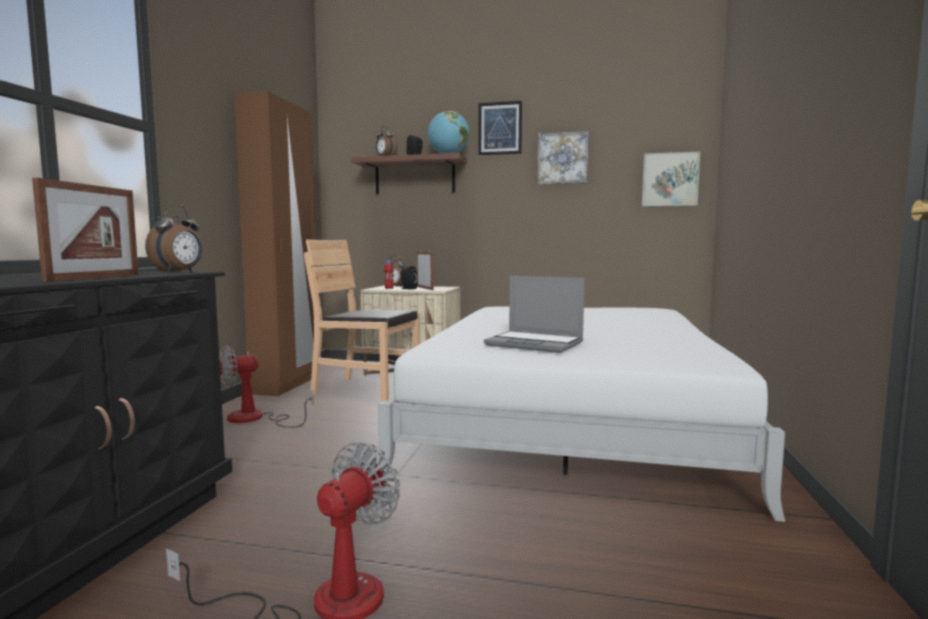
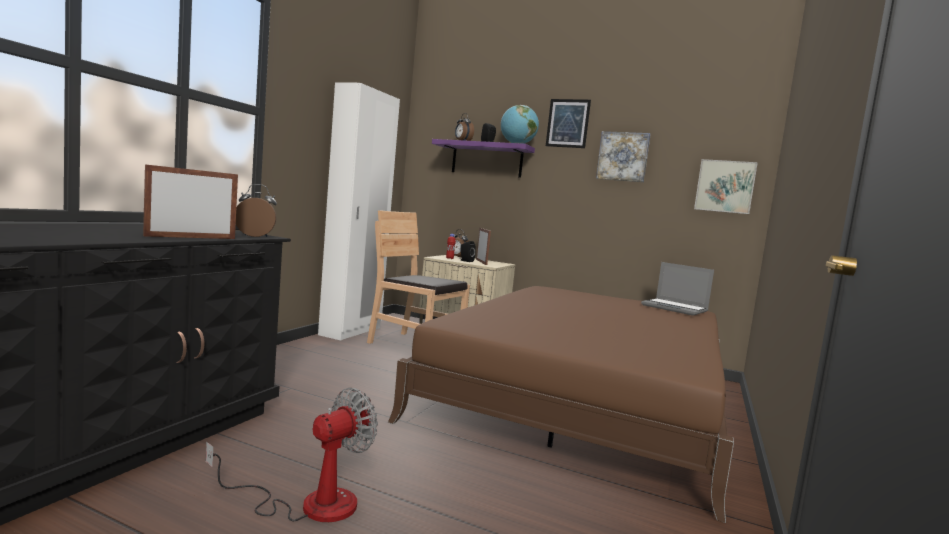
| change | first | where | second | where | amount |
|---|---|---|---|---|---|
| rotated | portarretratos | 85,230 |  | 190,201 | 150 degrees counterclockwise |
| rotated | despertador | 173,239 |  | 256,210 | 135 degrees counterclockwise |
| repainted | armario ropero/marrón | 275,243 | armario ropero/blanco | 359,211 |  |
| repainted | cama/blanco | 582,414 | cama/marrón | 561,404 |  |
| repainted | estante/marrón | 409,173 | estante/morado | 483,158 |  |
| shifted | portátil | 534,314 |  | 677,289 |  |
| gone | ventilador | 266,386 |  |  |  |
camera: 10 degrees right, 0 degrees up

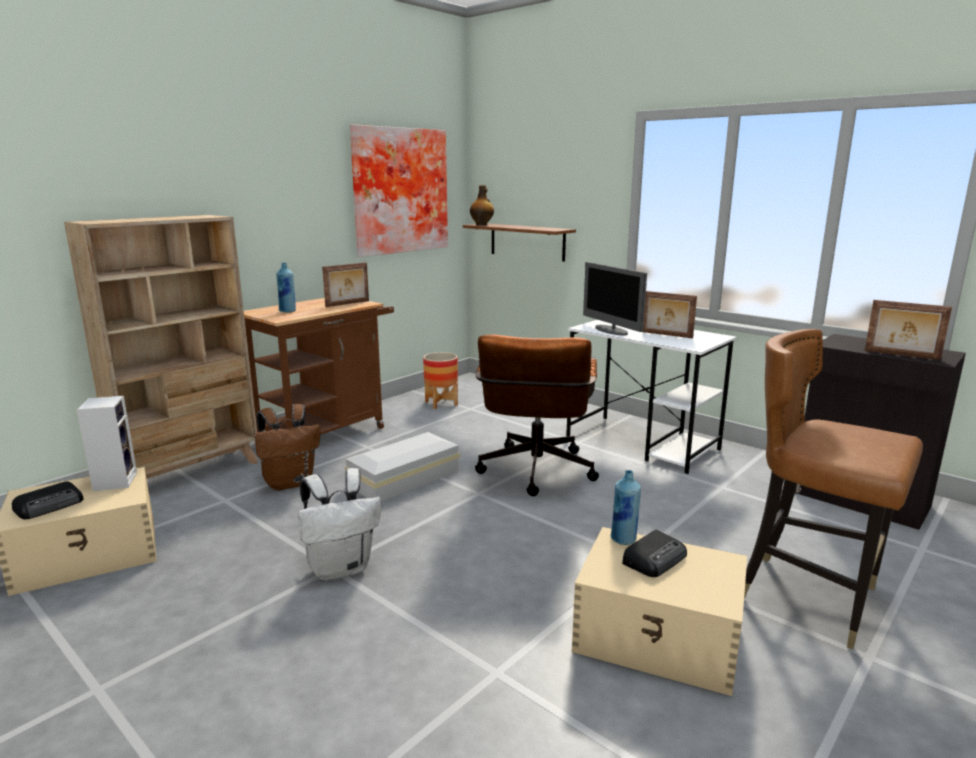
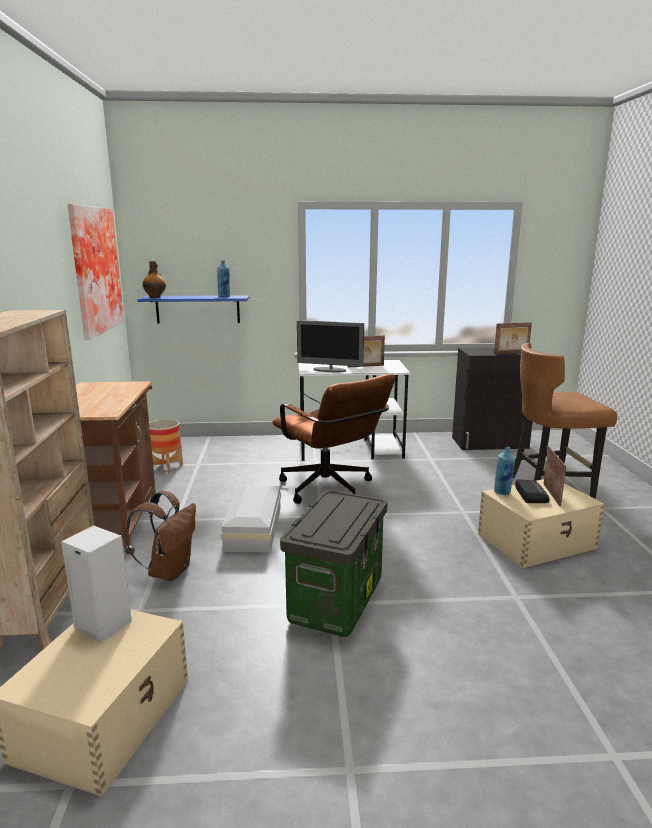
| change | first | where | second | where | amount |
|---|---|---|---|---|---|
| repainted | estante/marrón | 519,242 | estante/azul | 193,309 |  |
| shifted | botella/azul | 286,288 |  | 223,279 |  |
| swapped | mochila/blanco | 339,524 | caja de almacenaje | 334,563 |  |
| shifted | portarretratos | 345,284 |  | 555,476 |  |
| gone | radio | 48,500 |  |  |  |
camera: 45 degrees left, 0 degrees up

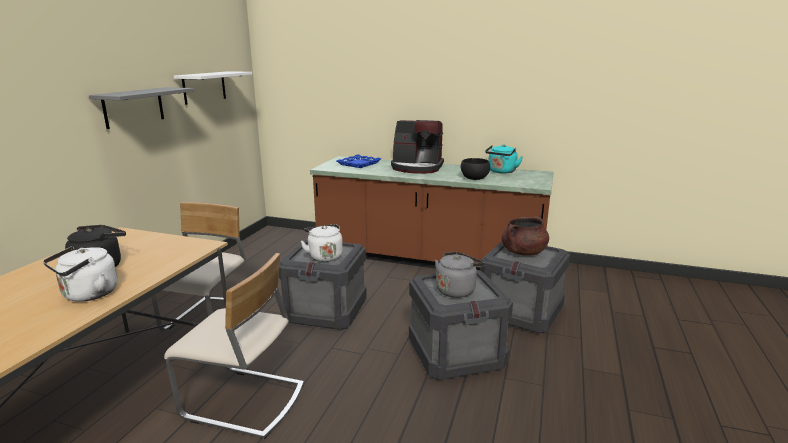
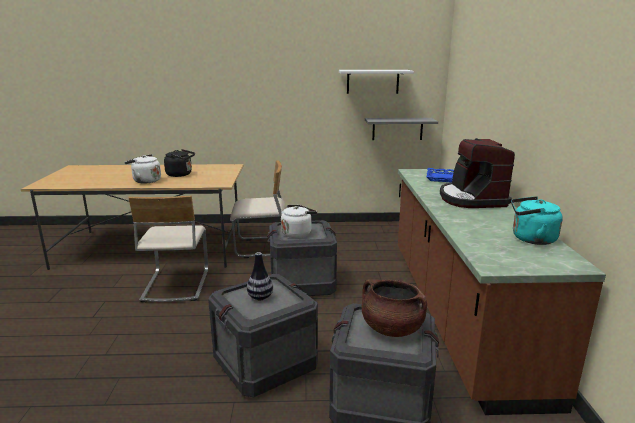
| change | first | where | second | where | amount |
|---|---|---|---|---|---|
| swapped | hervidor/gris | 460,275 | florero | 260,276 |  |
| shifted | estante/gris | 142,108 |  | 401,129 |  |
| gone | cuenco/negro | 475,169 |  |  |  |
camera: 70 degrees right, 0 degrees up

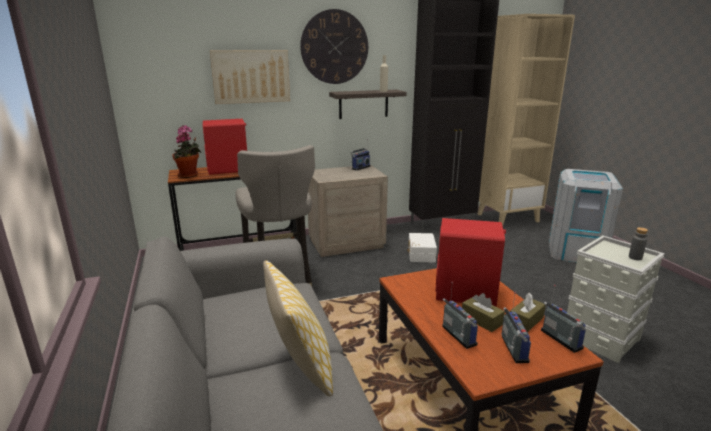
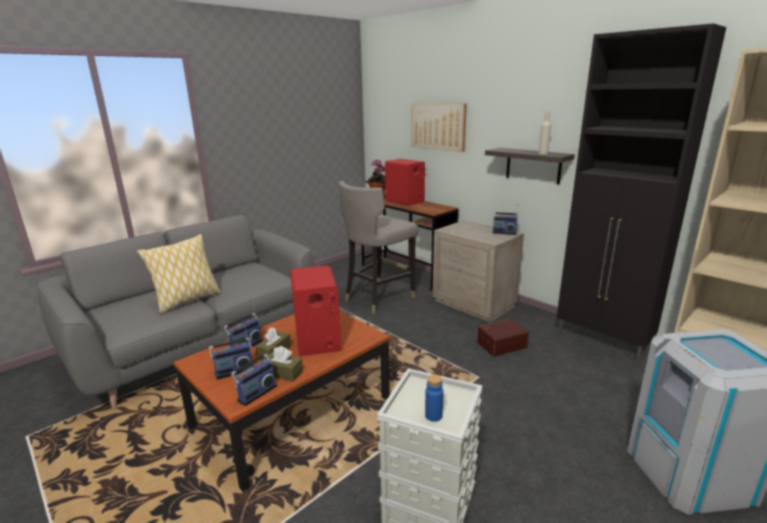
| change | first | where | second | where | amount |
|---|---|---|---|---|---|
| repainted | botella/gris | 638,243 | botella/azul | 434,398 |  |
| repainted | caja de almacenaje/blanco | 422,248 | caja de almacenaje/marrón | 503,338 |  |
| gone | reloj de pared | 334,46 |  |  |  |
camera: 65 degrees right, 0 degrees up

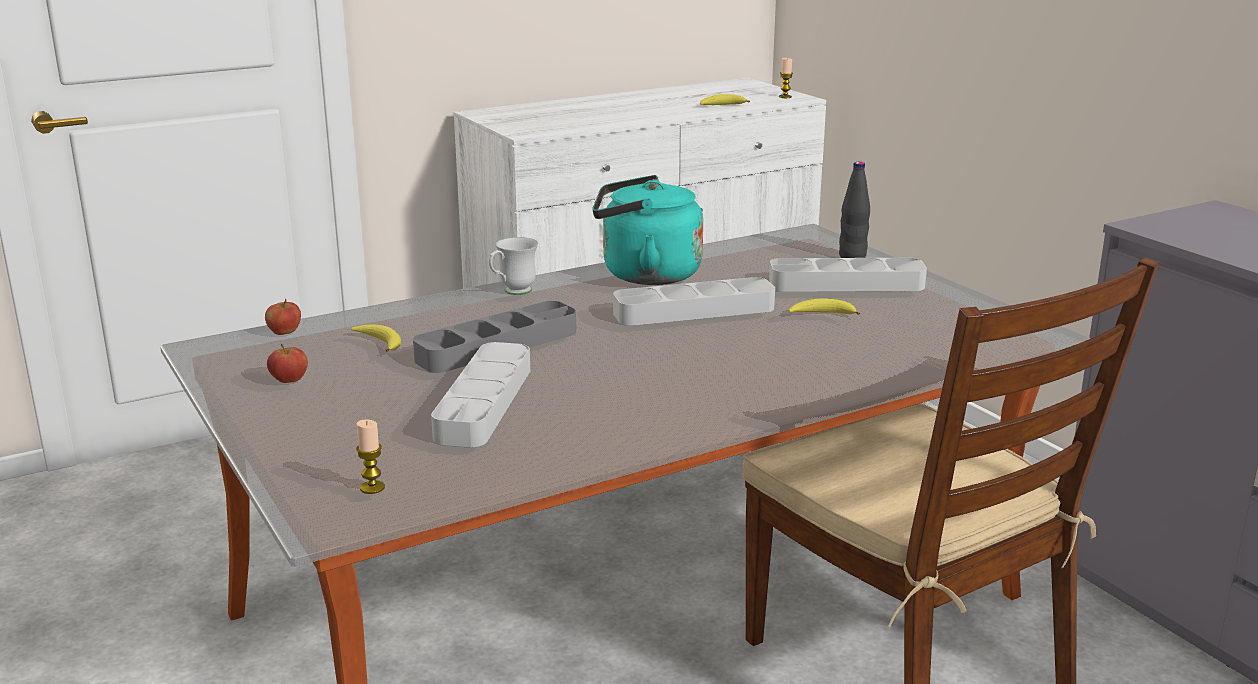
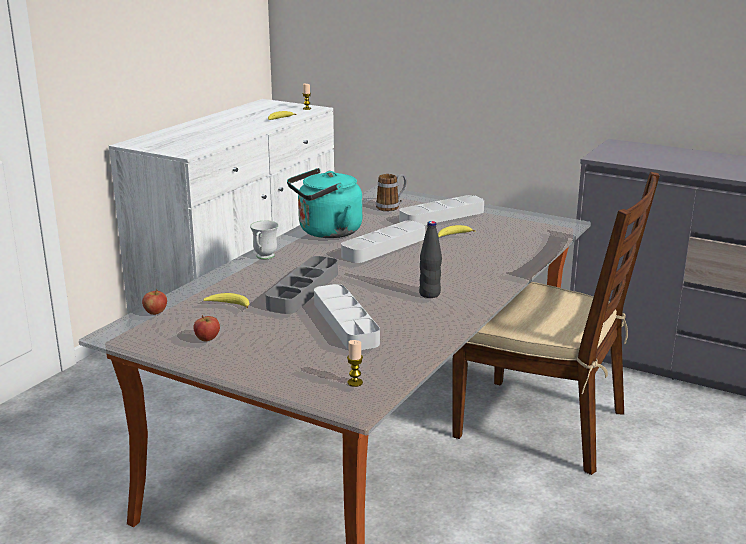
| change | first | where | second | where | amount |
|---|---|---|---|---|---|
| new |  |  | taza grande | 391,192 |  |
| shifted | botella/negro | 854,210 |  | 430,259 |  |
camera: 30 degrees left, 0 degrees up

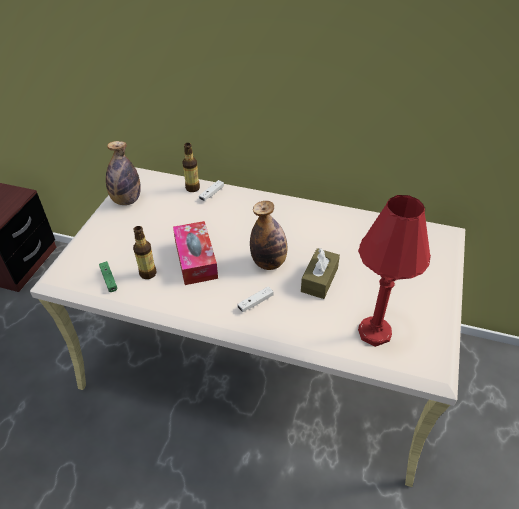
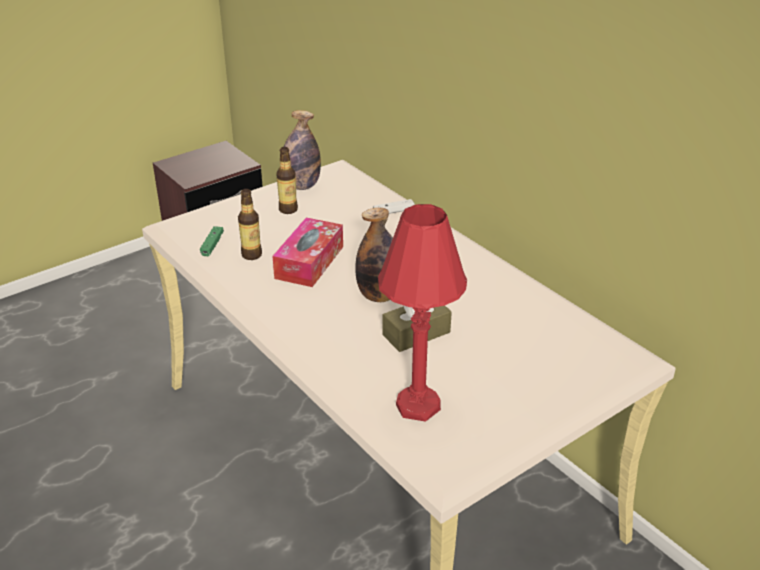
| change | first | where | second | where | amount |
|---|---|---|---|---|---|
| shifted | botella | 191,167 |  | 287,180 |  |
| gone | mando de consola/blanco | 255,299 |  |  |  |
camera: 35 degrees right, 10 degrees down

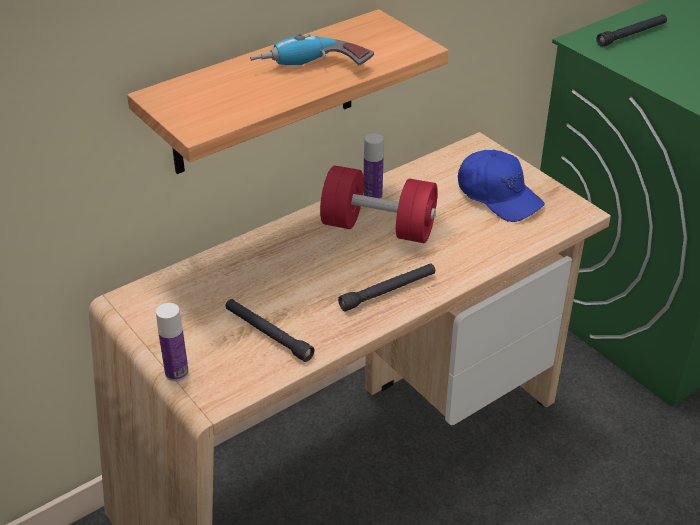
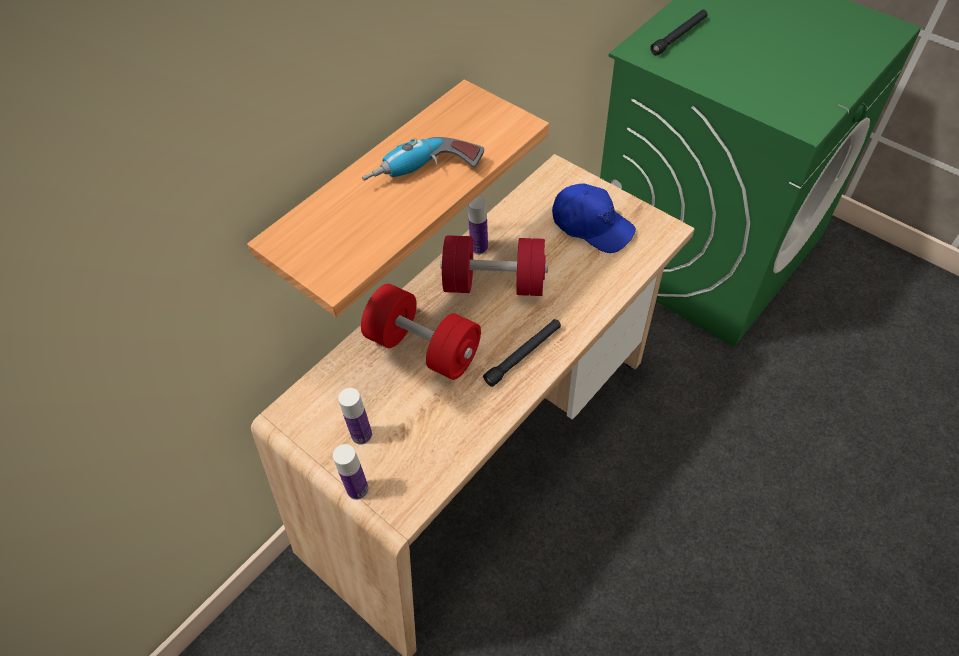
| change | first | where | second | where | amount |
|---|---|---|---|---|---|
| new |  |  | botella | 355,416 |  |
| new |  |  | mancuerna/rojo | 421,332 |  |
| gone | linterna/negro | 270,330 |  |  |  |
camera: 10 degrees left, 15 degrees up

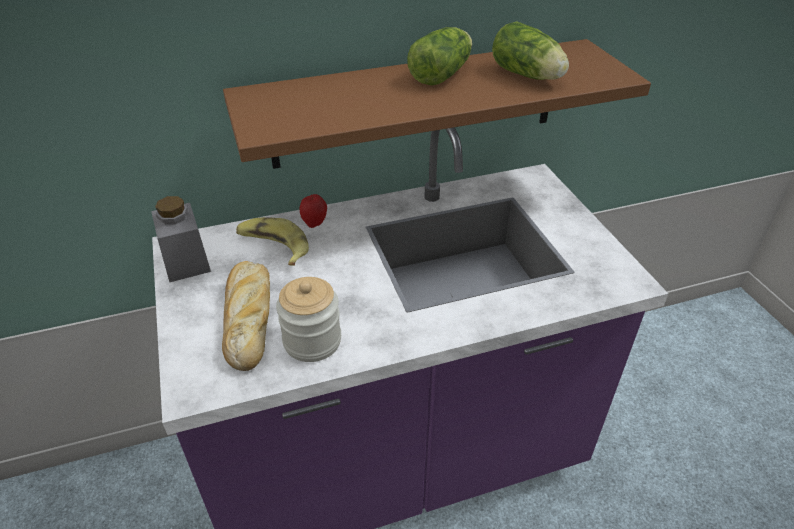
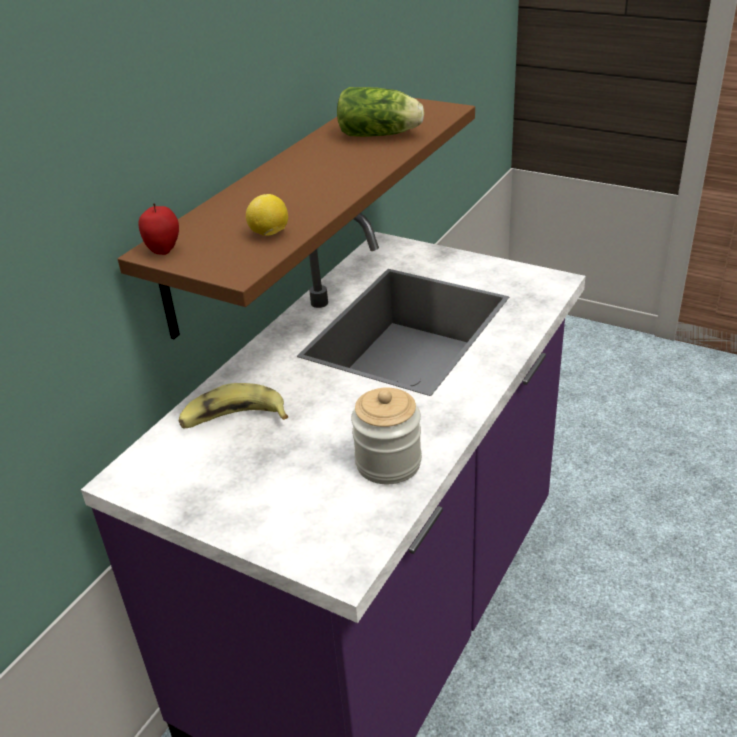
| change | first | where | second | where | amount |
|---|---|---|---|---|---|
| shifted | manzana | 313,211 |  | 158,229 |  |
| new |  |  | limón | 267,215 |  |
| gone | tarro/gris | 181,239 |  |  |  |
| gone | pan | 246,316 |  |  |  |
| gone | lechuga | 439,56 |  |  |  |
camera: 40 degrees left, 5 degrees down

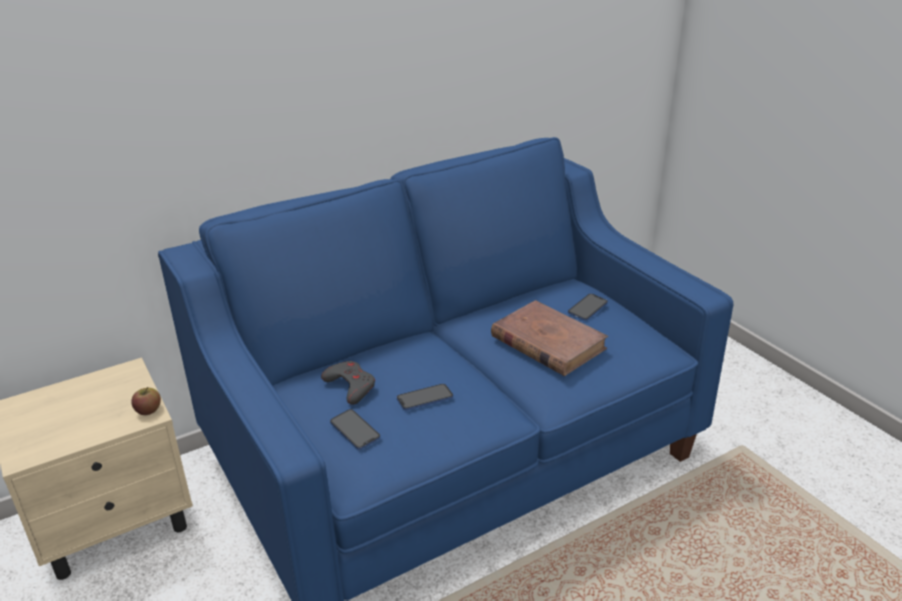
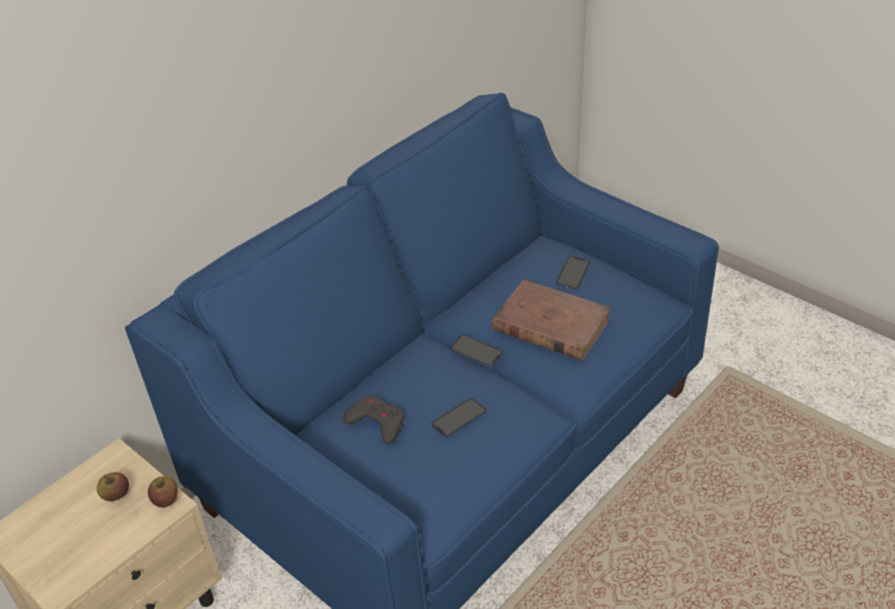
| change | first | where | second | where | amount |
|---|---|---|---|---|---|
| new |  |  | manzana | 112,486 |  |
| shifted | móvil | 355,429 |  | 476,351 |  |
camera: 15 degrees left, 10 degrees up

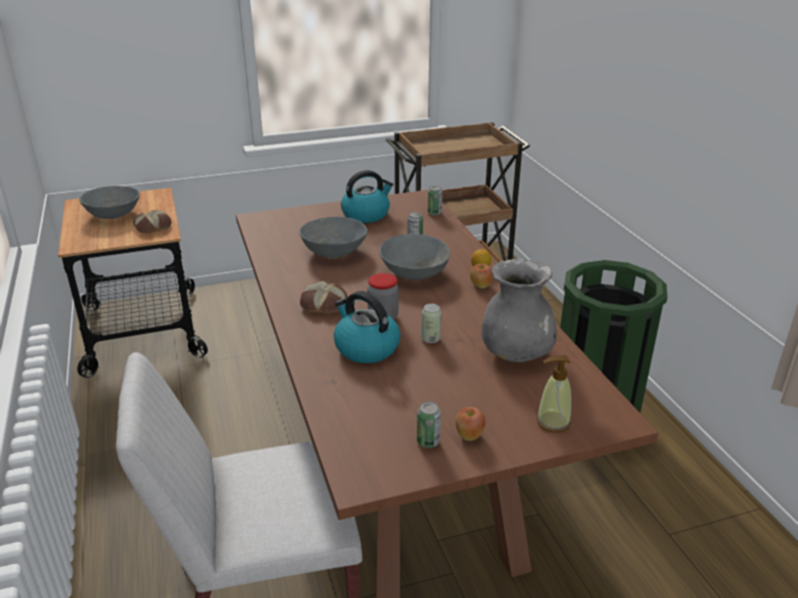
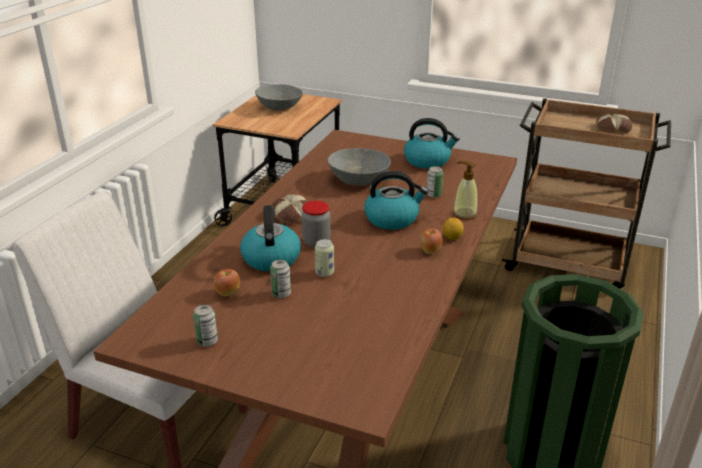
| change | first | where | second | where | amount |
|---|---|---|---|---|---|
| shifted | manzana | 470,424 |  | 227,282 |  |
| shifted | lata | 435,200 |  | 280,279 |  |
| swapped | cuenco/gris | 414,257 | hervidor | 396,200 |  |
| shifted | dispensador de jabón | 554,394 |  | 465,190 |  |
| shifted | pan | 152,221 |  | 614,123 |  |
| gone | florero/gris | 519,310 |  |  |  |
camera: 40 degrees right, 0 degrees up

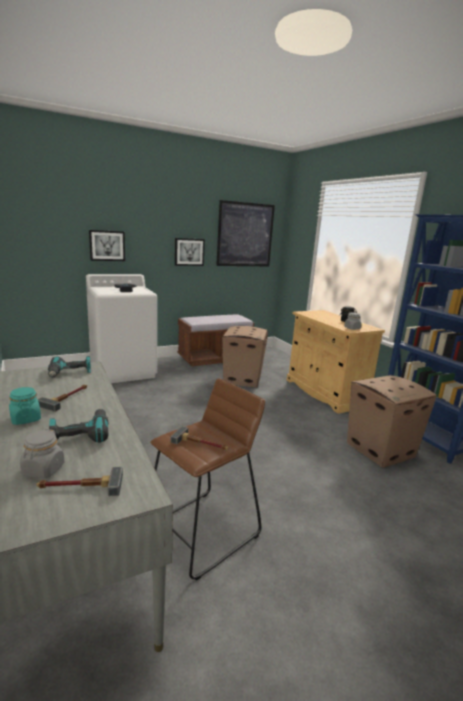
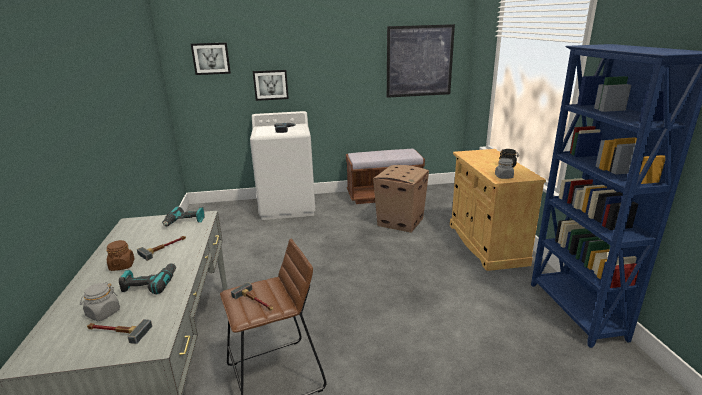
| change | first | where | second | where | amount |
|---|---|---|---|---|---|
| repainted | tarro/turquesa | 25,406 | tarro/marrón | 120,255 |  |
| shifted | cuadro | 190,252 |  | 211,58 |  |
| gone | caja de cartón | 392,421 |  |  |  |
camera: 20 degrees right, 5 degrees up

